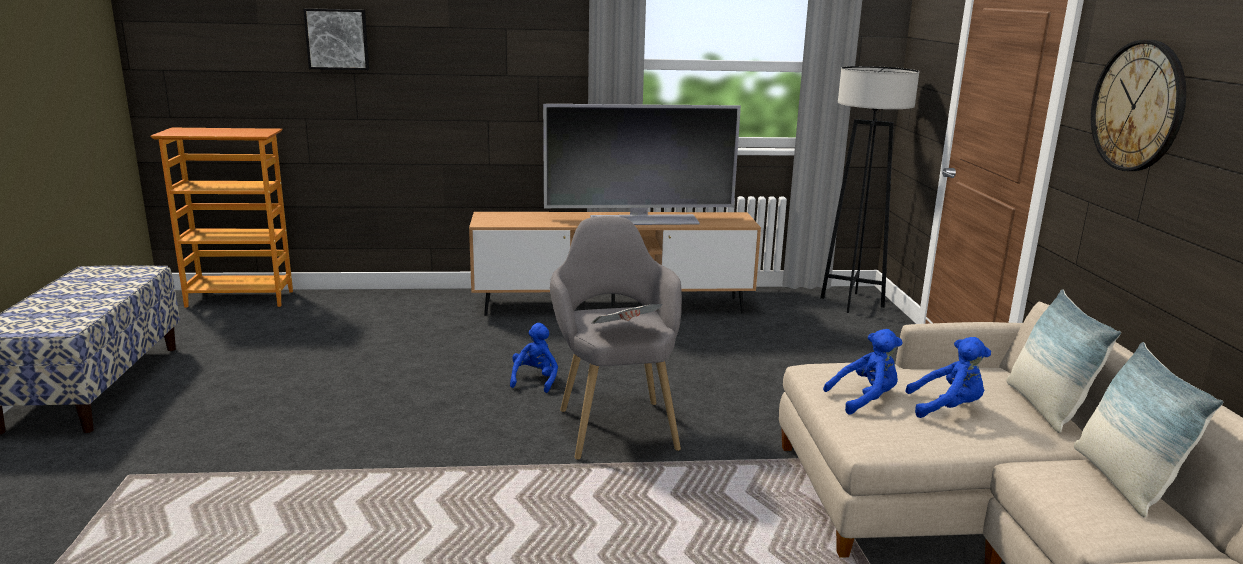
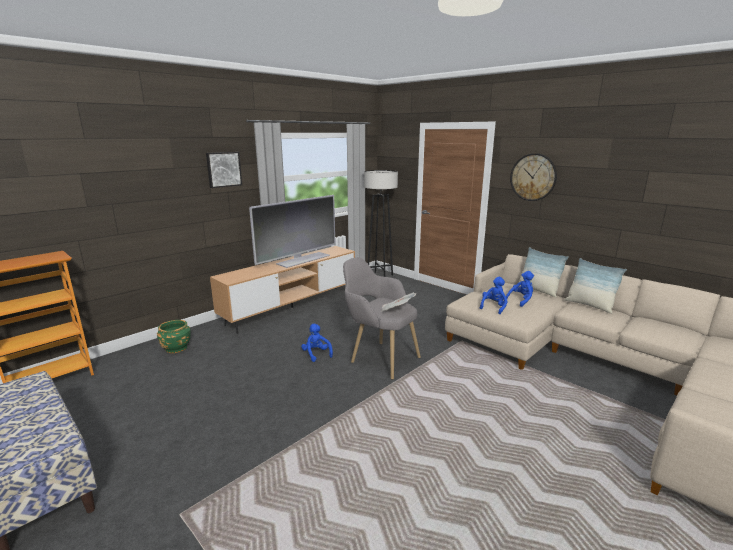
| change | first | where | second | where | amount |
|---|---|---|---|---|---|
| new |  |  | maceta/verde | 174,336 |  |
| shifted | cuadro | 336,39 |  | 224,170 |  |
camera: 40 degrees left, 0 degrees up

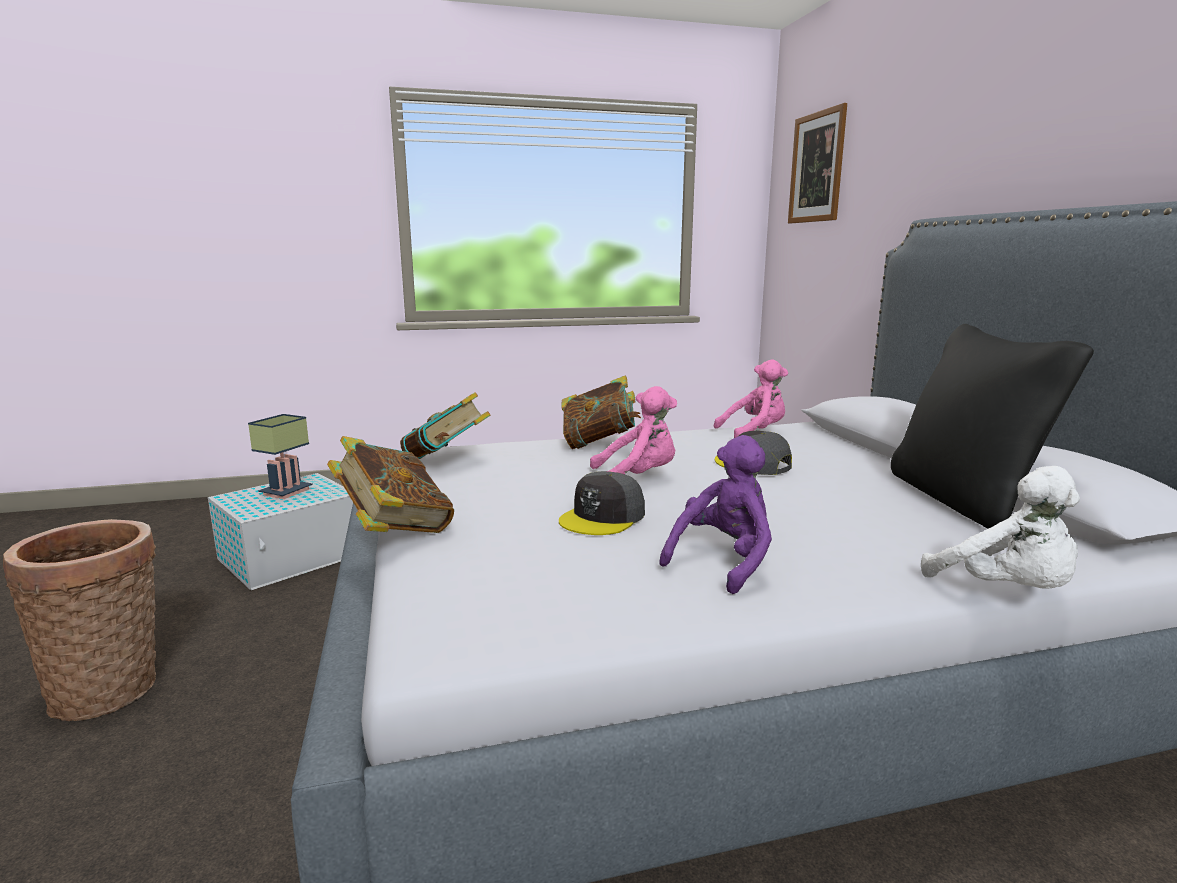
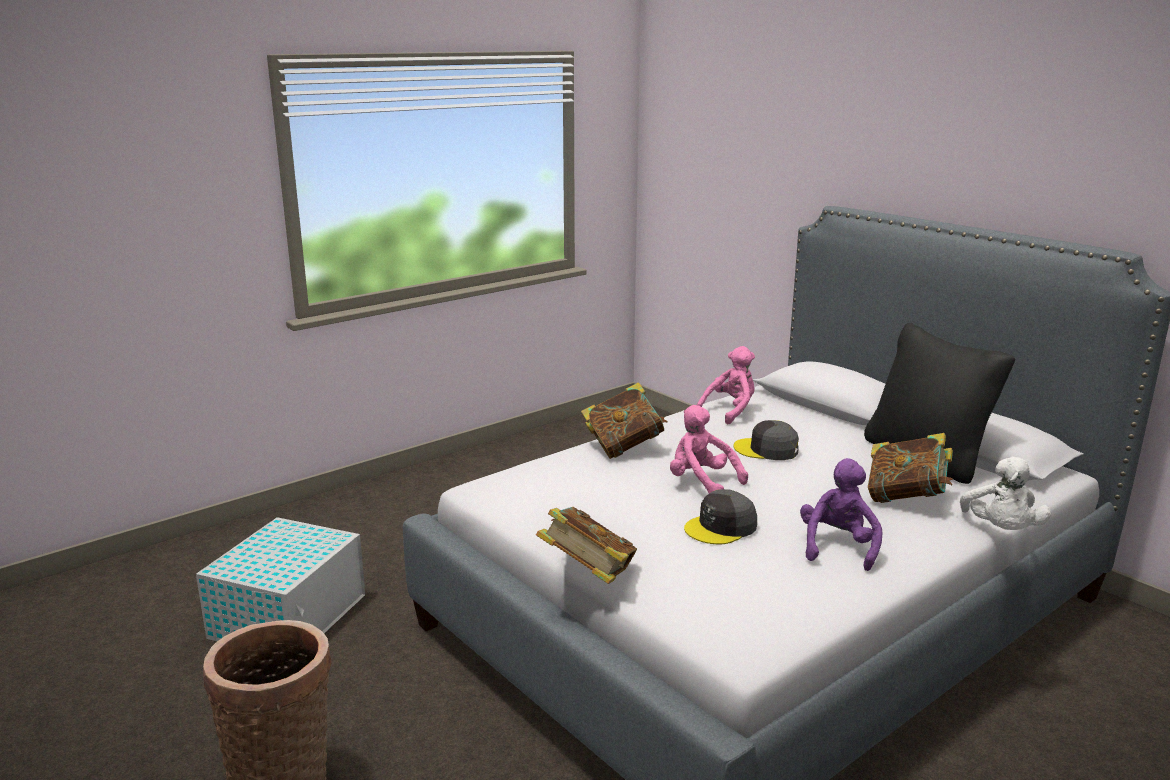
| change | first | where | second | where | amount |
|---|---|---|---|---|---|
| rotated | peluche/rosa | 633,430 |  | 709,449 | 105 degrees counterclockwise |
| rotated | gorra/gris | 602,503 |  | 720,516 | 45 degrees clockwise |
| shifted | libro | 445,425 |  | 910,468 |  |
| rotated | peluche/blanco | 1000,527 |  | 1005,493 | 60 degrees clockwise |
| gone | lámpara de mesa | 280,456 |  |  |  |
| gone | cuadro | 817,163 |  |  |  |
camera: 25 degrees left, 5 degrees up

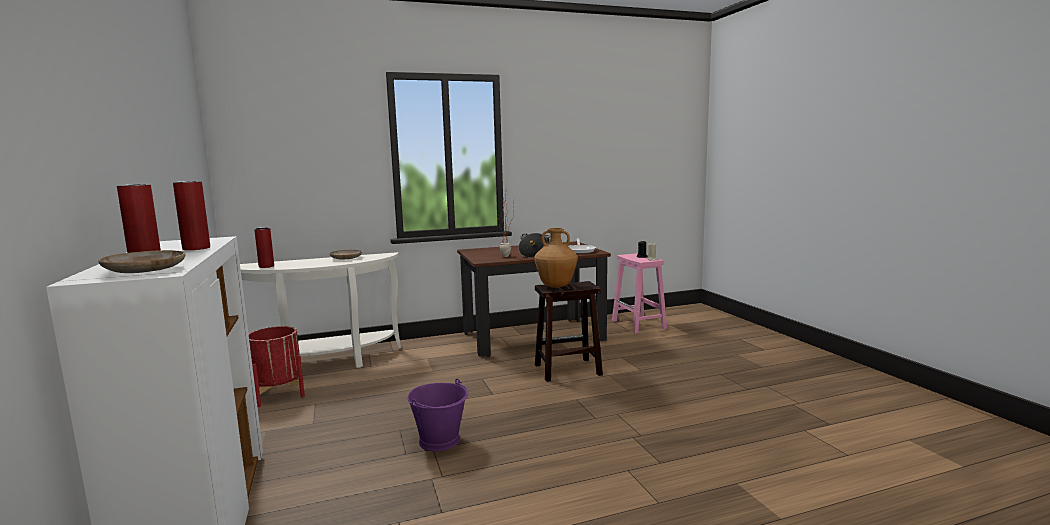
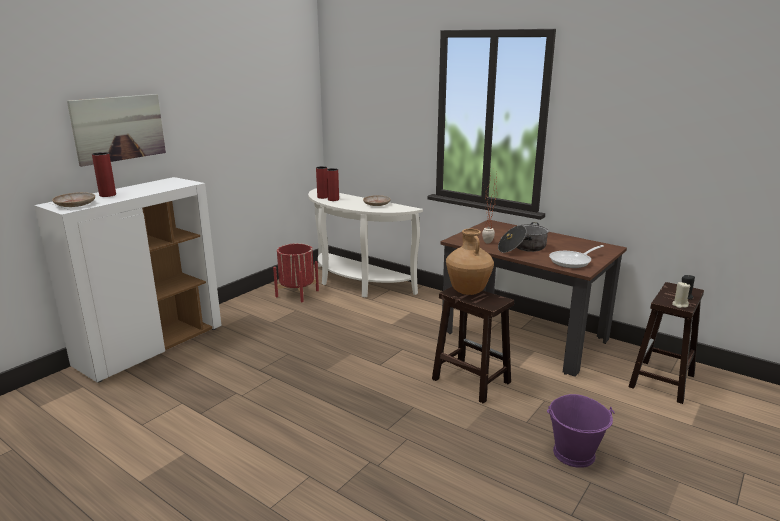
| change | first | where | second | where | amount |
|---|---|---|---|---|---|
| new |  |  | cuadro | 116,130 |  |
| shifted | florero/rojo | 191,215 |  | 333,184 |  |
| shifted | cubo/morado | 438,415 |  | 581,431 |  |
| repainted | taburete/rosa | 639,293 | taburete/marrón | 666,343 |  |
camera: 55 degrees right, 10 degrees up

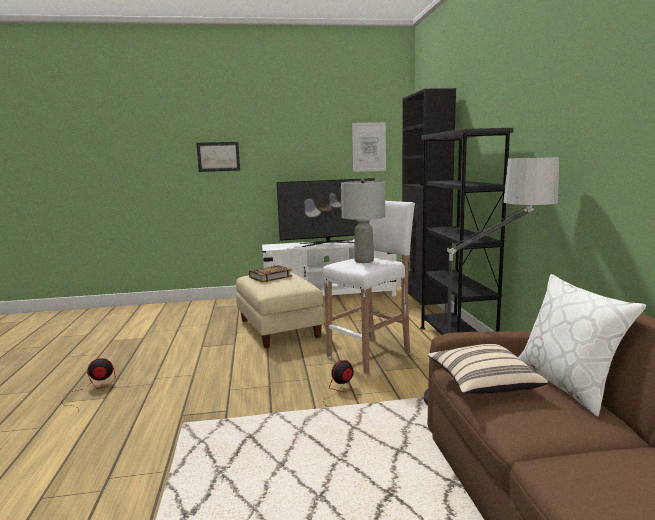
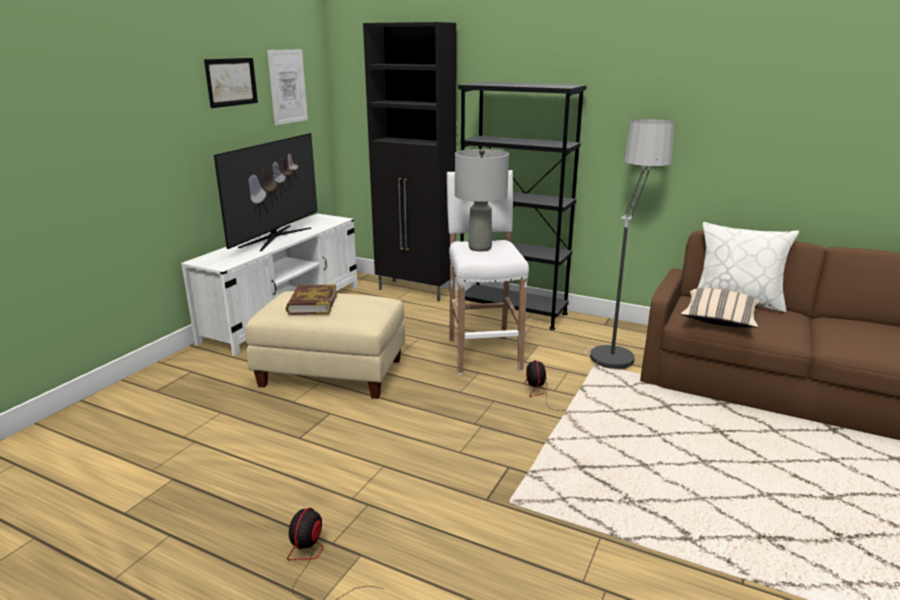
| change | first | where | second | where | amount |
|---|---|---|---|---|---|
| shifted | cuadro | 218,157 |  | 231,83 |  |
camera: 55 degrees left, 10 degrees up

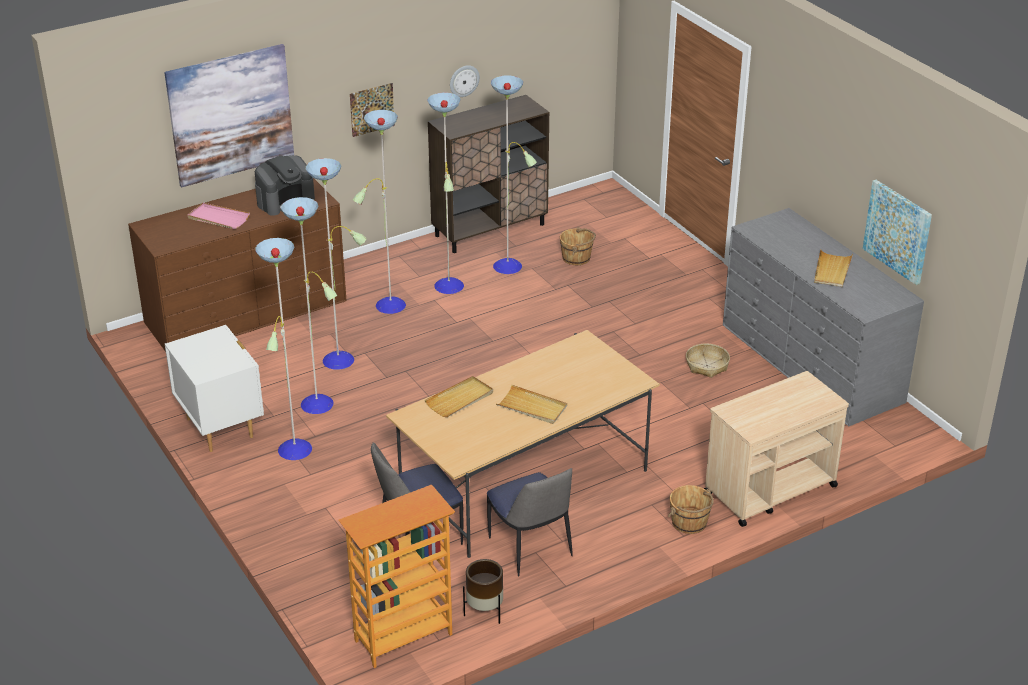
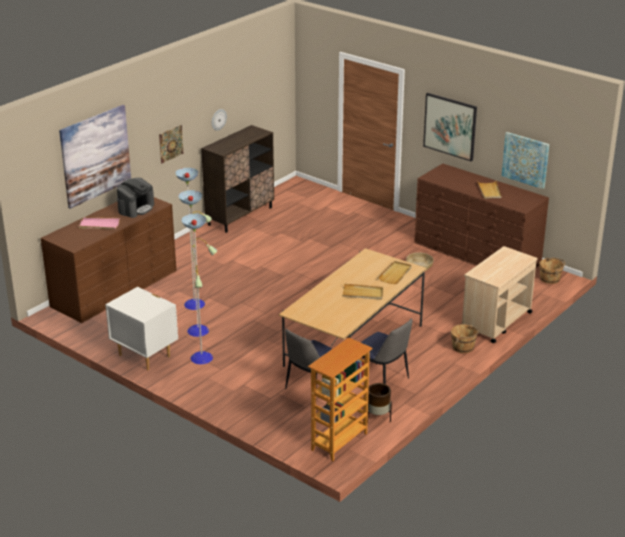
| change | first | where | second | where | amount |
|---|---|---|---|---|---|
| shifted | bandeja/beis | 459,396 |  | 395,272 |  |
| repainted | cómoda/gris | 823,317 | cómoda/marrón | 481,216 |  |
| new |  |  | cuadro | 450,127 |  |
| shifted | cubo/marrón | 578,246 |  | 552,270 |  |
| gone | lámpara de pie | 445,194 |  |  |  |
camera: 20 degrees left, 5 degrees down

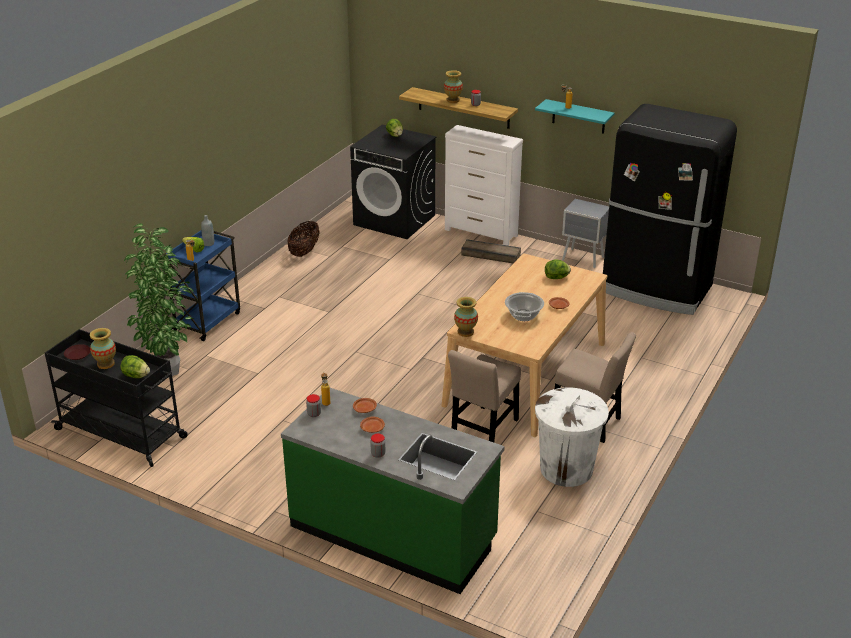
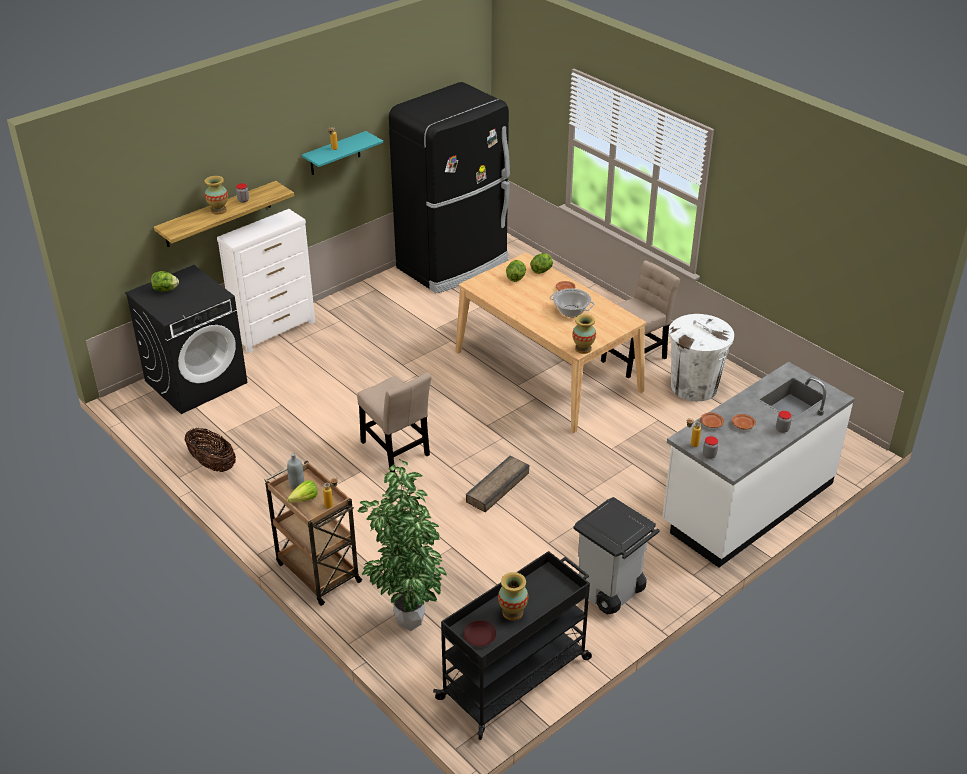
| change | first | where | second | where | amount |
|---|---|---|---|---|---|
| repainted | carrito/azul | 202,286 | carrito/marrón | 314,533 |  |
| shifted | silla/beis | 484,396 |  | 394,422 |  |
| shifted | caja de embalaje | 491,251 |  | 497,484 |  |
| shifted | lechuga | 135,366 |  | 541,263 |  |
| new |  |  | papelera/gris | 616,555 |  |
| repainted | mueble bajo de cocina/verde | 393,491 | mueble bajo de cocina/blanco | 759,464 |  |
| gone | mesita de noche/gris | 585,233 |  |  |  |
camera: 70 degrees left, 5 degrees up

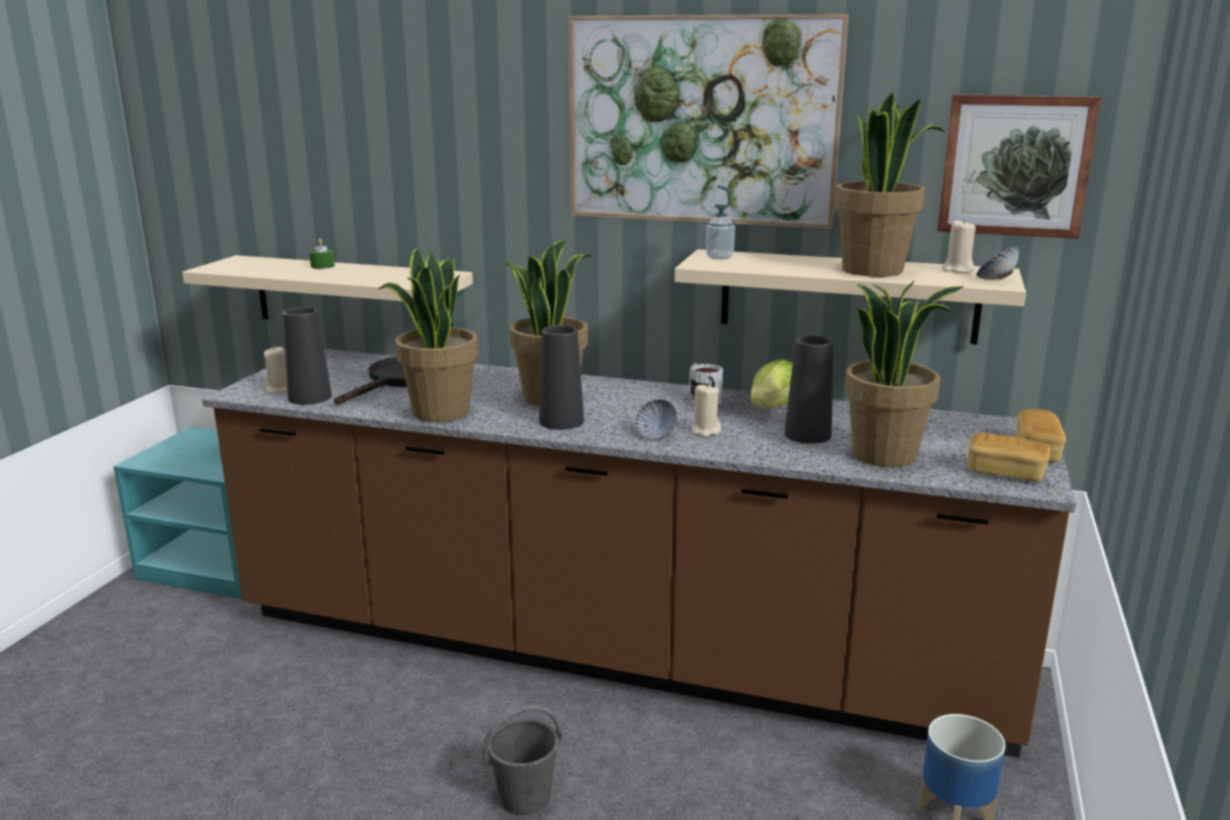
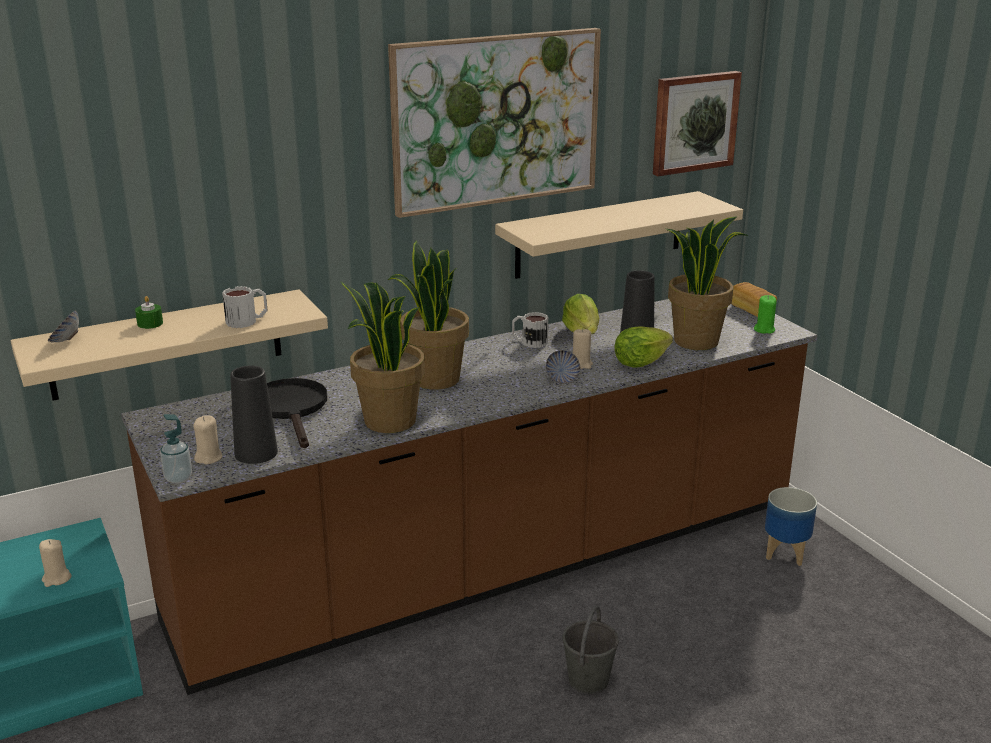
| change | first | where | second | where | amount |
|---|---|---|---|---|---|
| shifted | vela/beis | 959,246 |  | 55,563 |  |
| shifted | cuenco | 997,263 |  | 63,326 |  |
| shifted | dispensador de jabón | 720,222 |  | 176,448 |  |
| new |  |  | taza grande | 245,307 |  |
| new |  |  | lechuga | 644,347 |  |
| swapped | pan | 1009,457 | vela/verde | 765,314 |  |
| gone | florero/negro | 561,377 |  |  |  |
| gone | planta en maceta | 890,184 |  |  |  |
camera: 45 degrees left, 5 degrees up

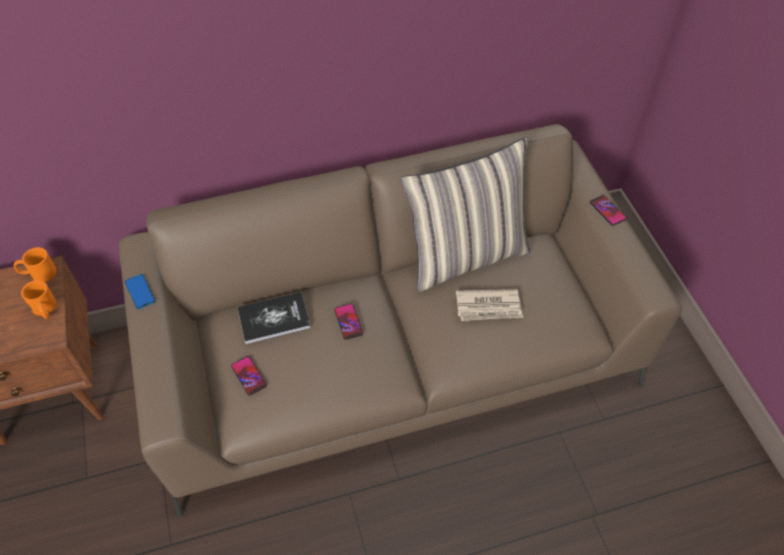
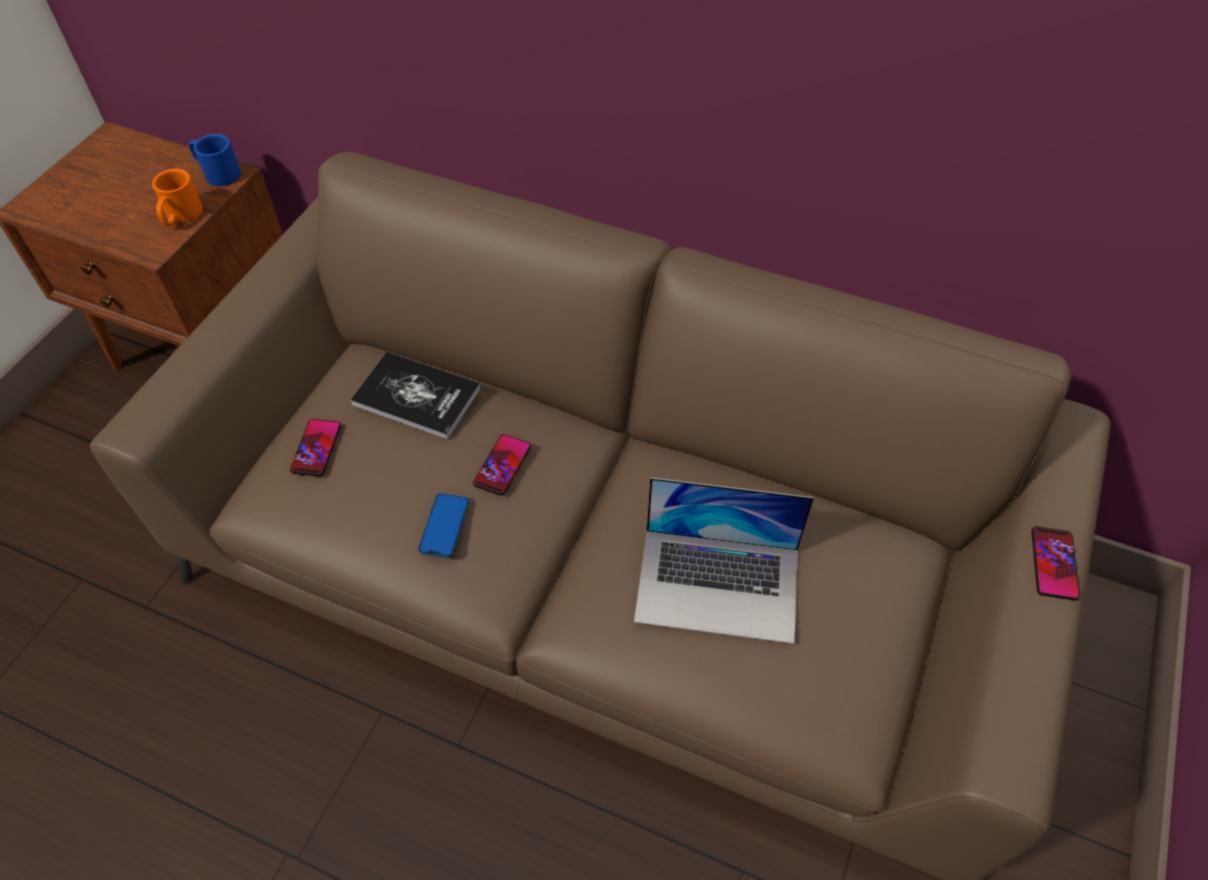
| change | first | where | second | where | amount |
|---|---|---|---|---|---|
| repainted | taza grande/naranja | 35,264 | taza grande/azul | 215,160 |  |
| shifted | móvil | 140,292 |  | 443,525 |  |
| swapped | periódico | 489,305 | portátil | 724,560 |  |
| gone | cojín | 466,215 |  |  |  |
camera: 40 degrees right, 0 degrees up

